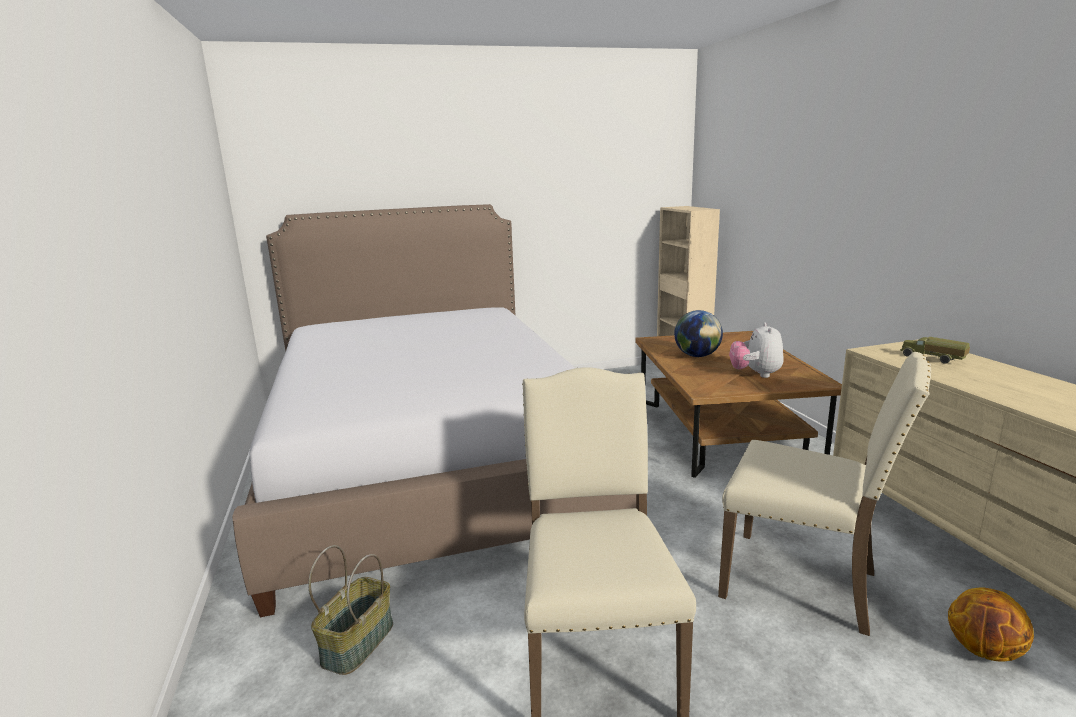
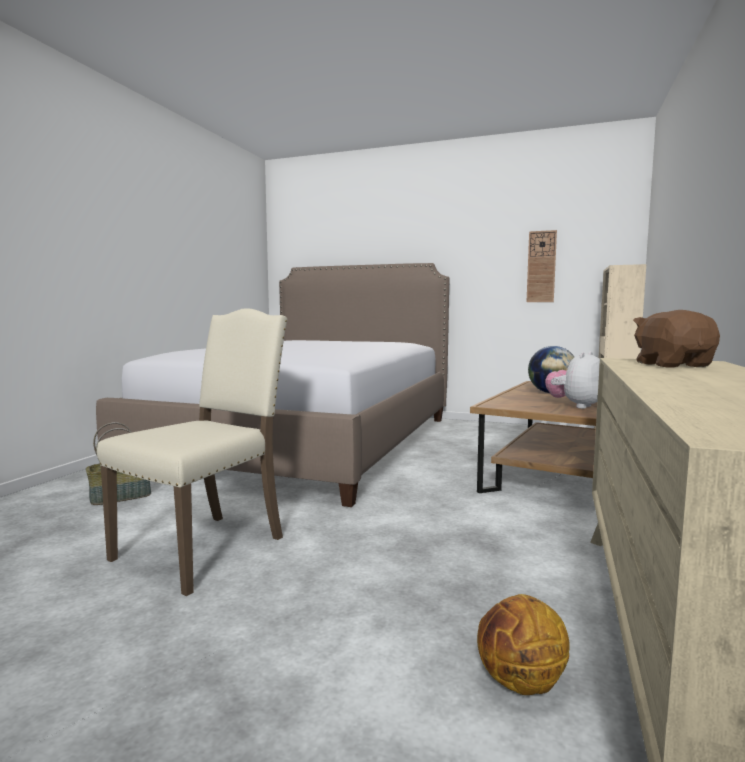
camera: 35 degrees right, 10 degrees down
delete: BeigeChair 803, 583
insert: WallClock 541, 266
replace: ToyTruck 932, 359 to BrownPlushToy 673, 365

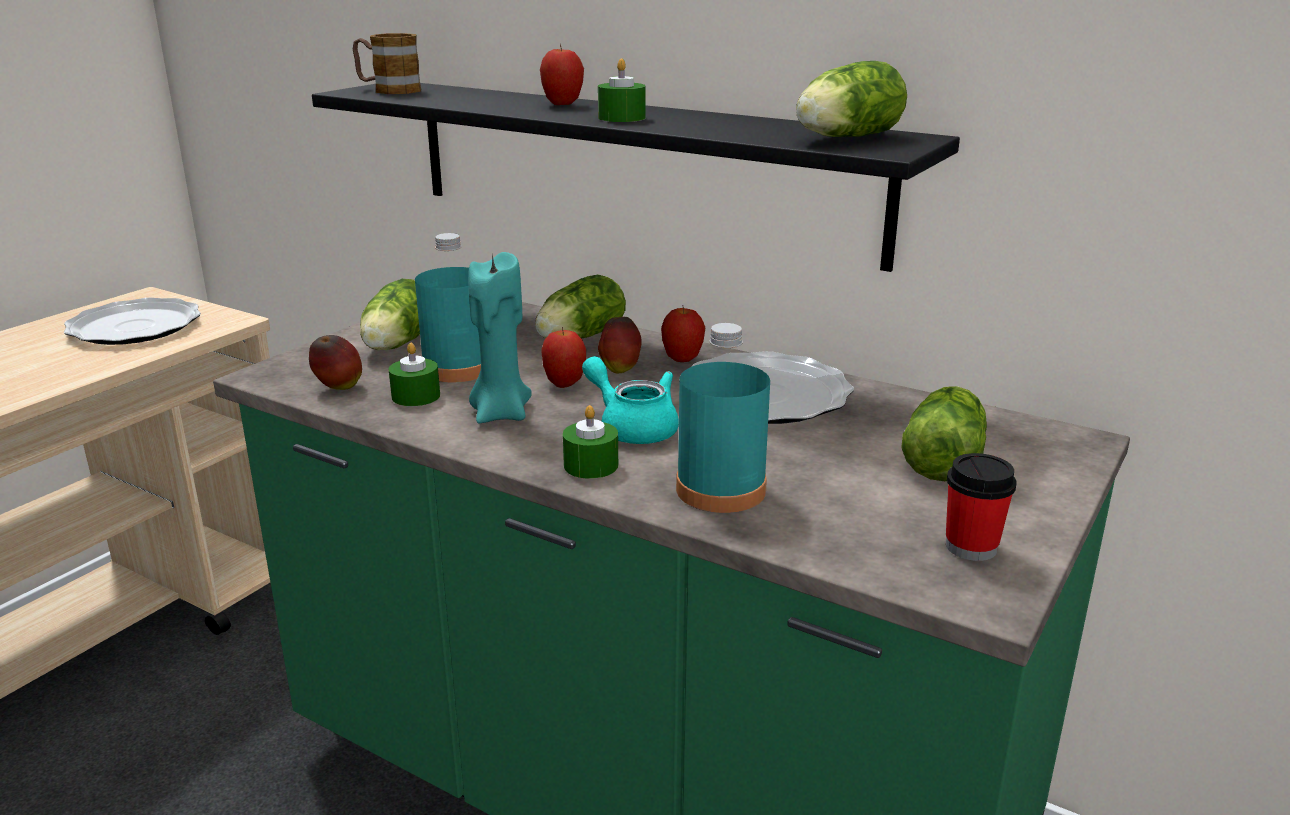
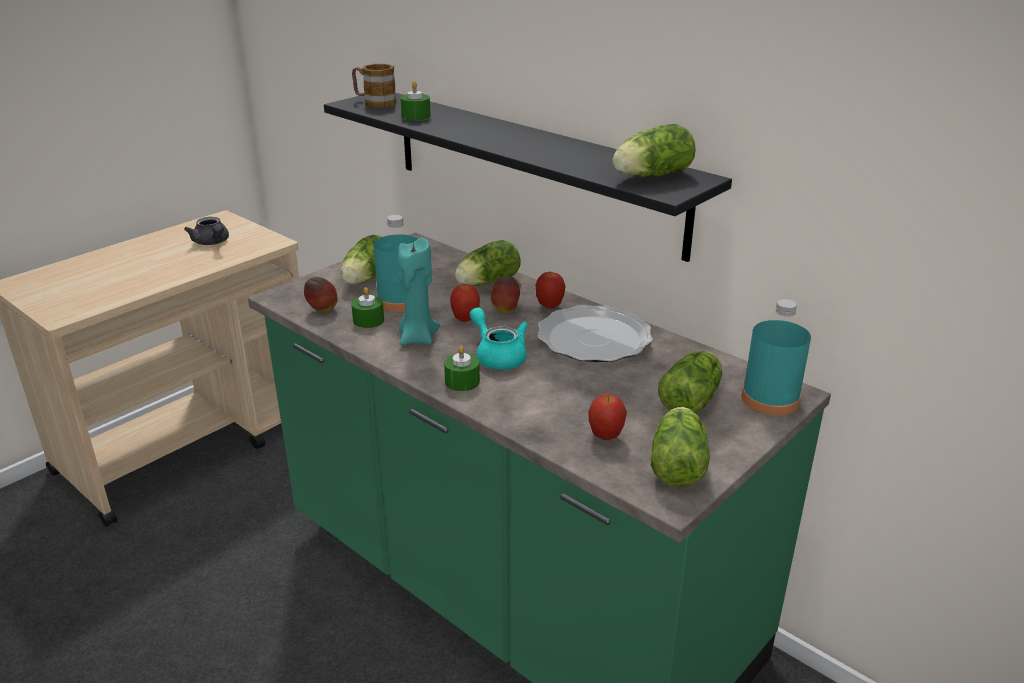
camera: 10 degrees right, 5 degrees up
move: Apple 562, 105 to 605, 436; GreenCandle 621, 118 to 416, 116; TurquoiseBottle 720, 490 to 770, 399
replace: Plate 136, 327 to GreyTeapot 212, 243; Cup 971, 547 to Lettuce 678, 463

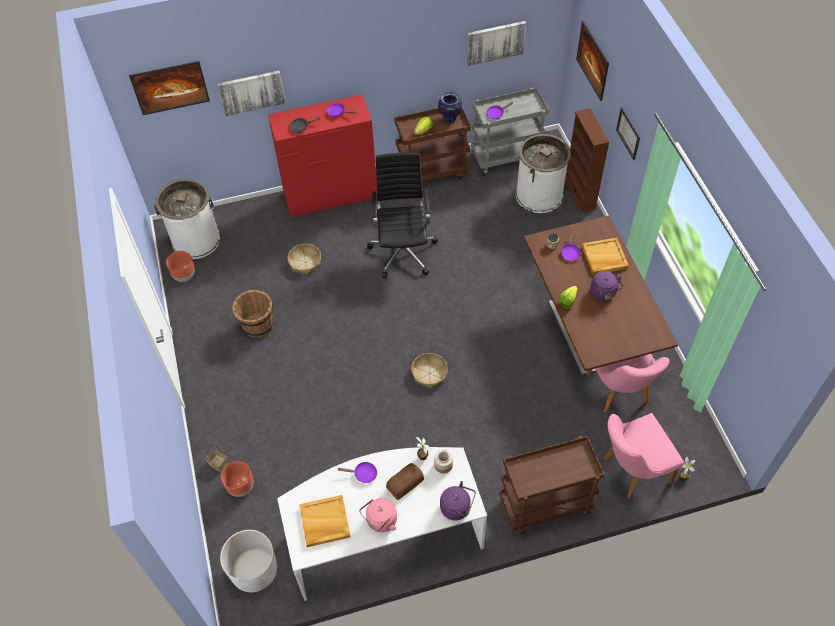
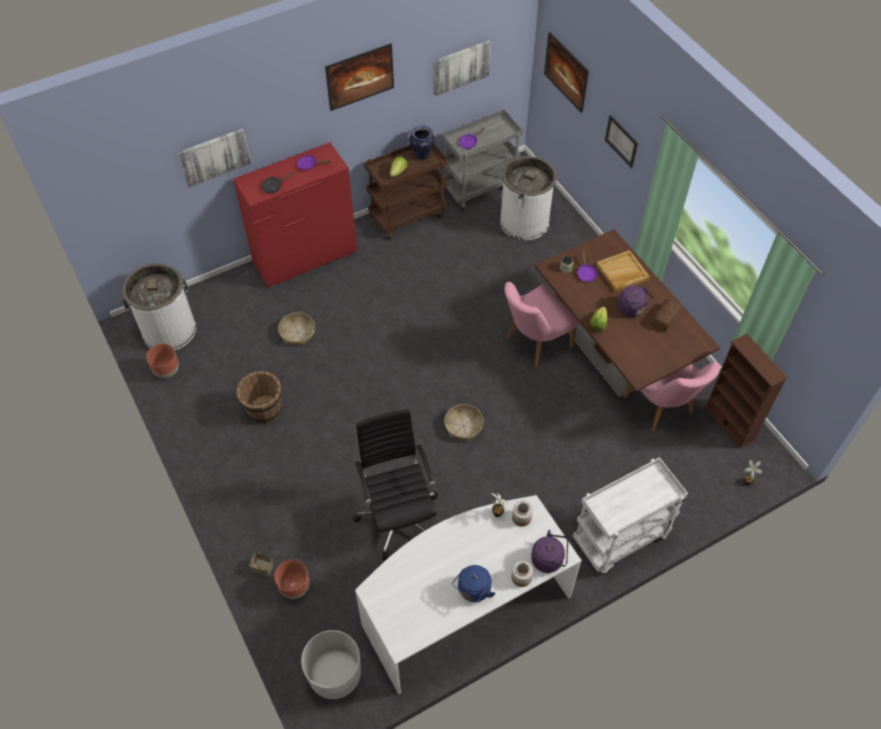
camera: 15 degrees left, 0 degrees up
delete: BeigeTray 324, 522; PurpleFryingPan 363, 474
insert: Jar 521, 577
move: Picture 173, 97 to 361, 87; BlackOfficeChair 403, 250 to 399, 516; Bread 404, 483 to 664, 318; BrownBookcase 580, 193 to 729, 423; PinkChair 630, 471 to 533, 344
recolor: PinkKettle 380, 521 to BlueKettle 473, 591; BrownCart 544, 506 to WhiteCart 620, 540

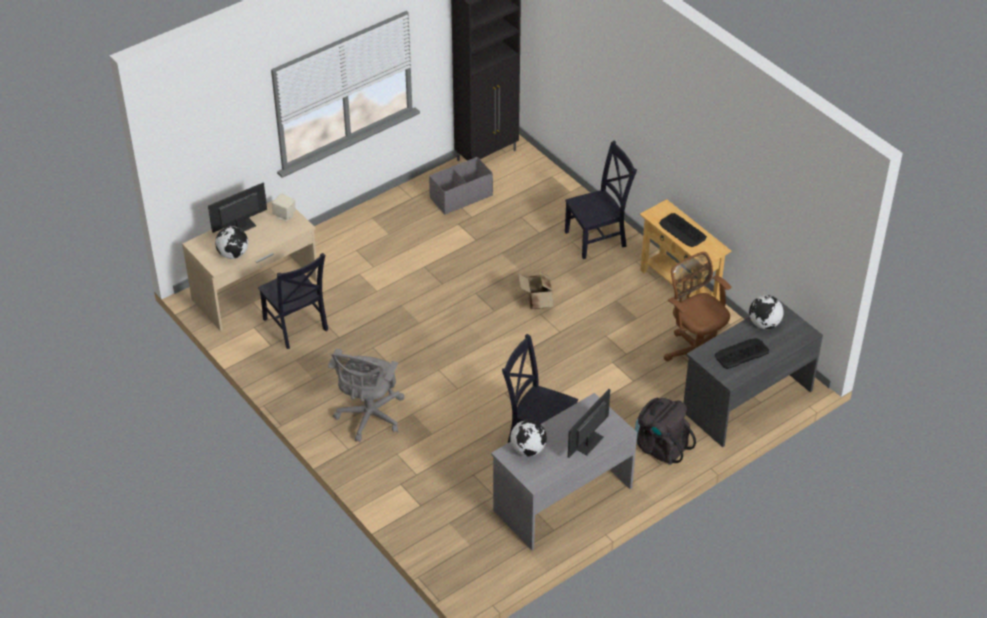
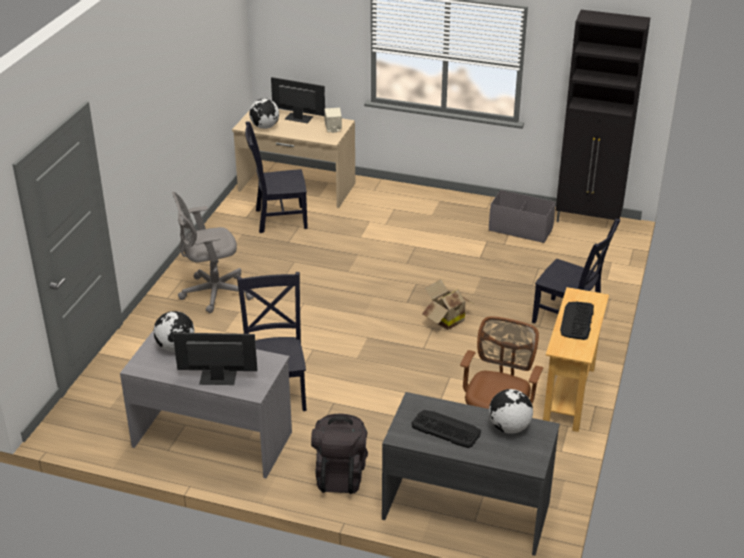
camera: 55 degrees right, 10 degrees down
rotate: BlackChair 296, 326 = 278, 219 60 degrees clockwise

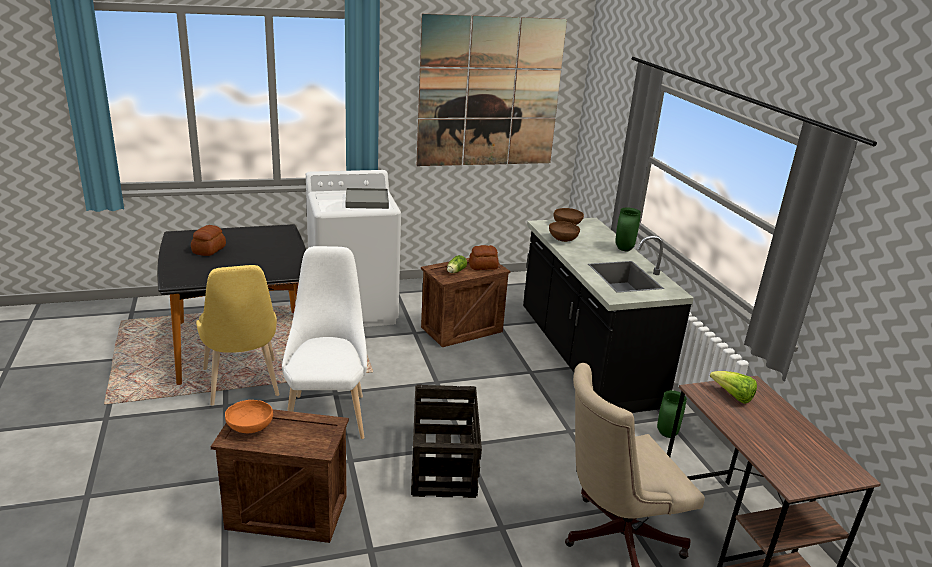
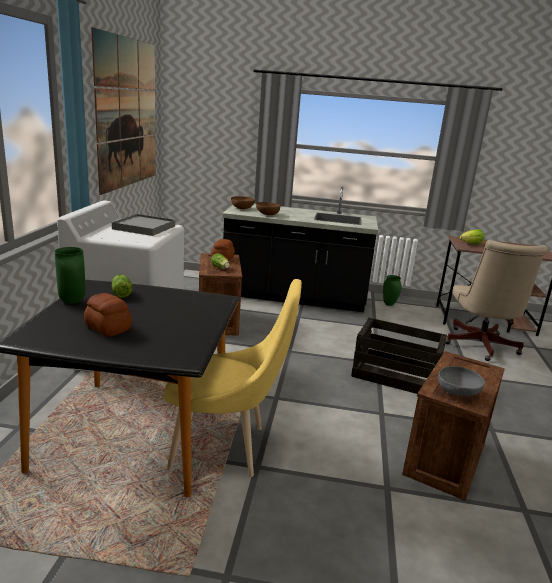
camera: 65 degrees left, 5 degrees down
delete: WhiteChair 328, 412
insert: Lettuce 121, 293
move: GreenVase 624, 249 to 73, 301
recolor: OrangeBowl 249, 428 to GreyBowl 458, 393

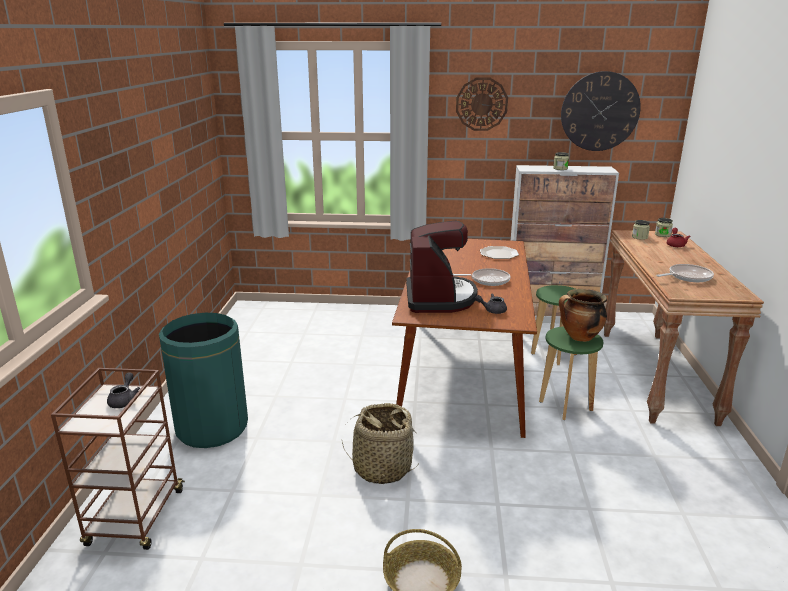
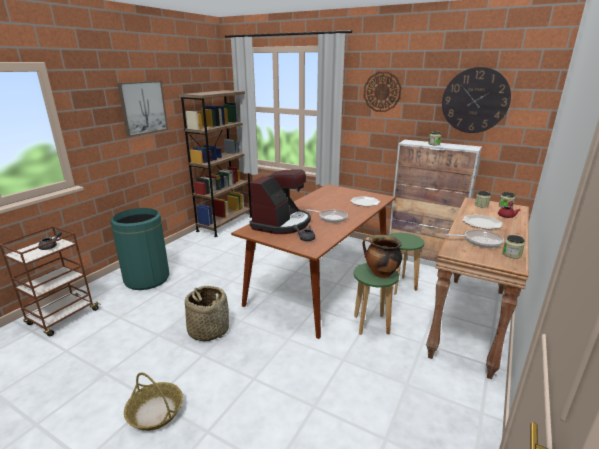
camera: 25 degrees right, 0 degrees up
insert: Picture 143, 107; BrownBookcase 225, 224; Plate 482, 223; Jar 511, 254

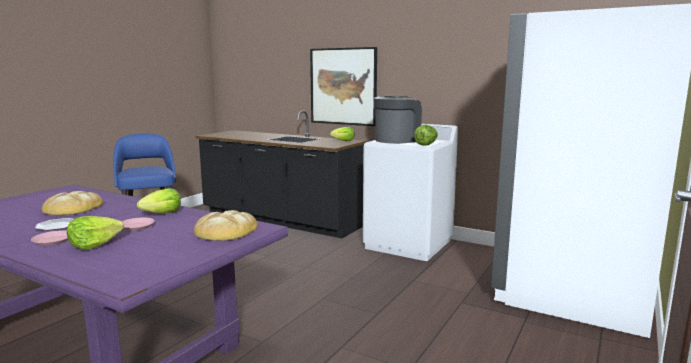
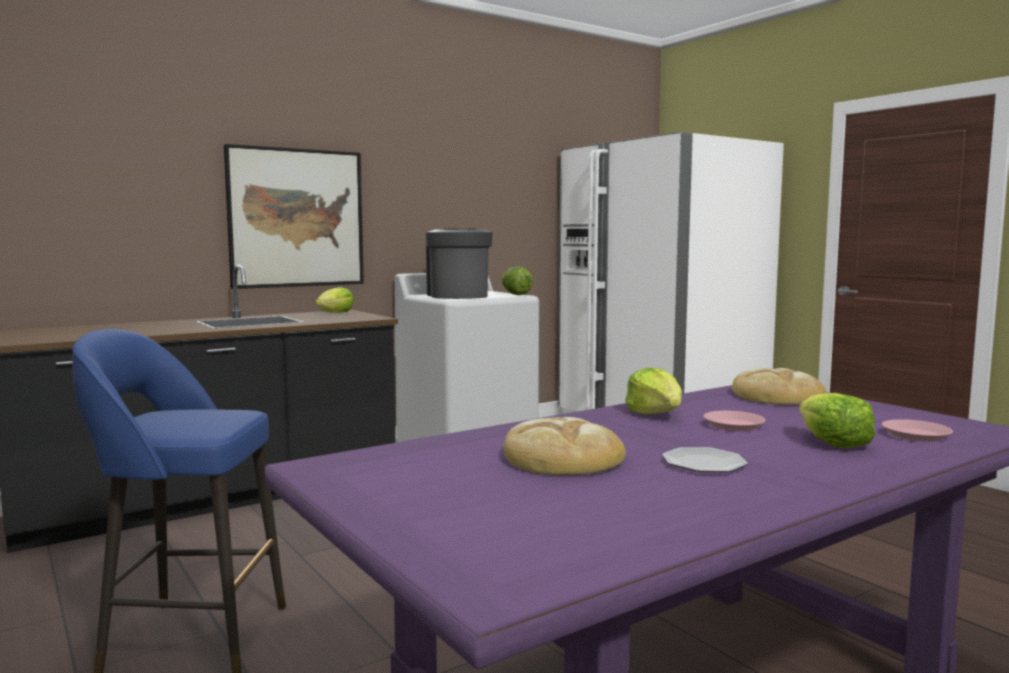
camera: 65 degrees left, 5 degrees down
move: PinkPlate 53, 241 to 915, 435

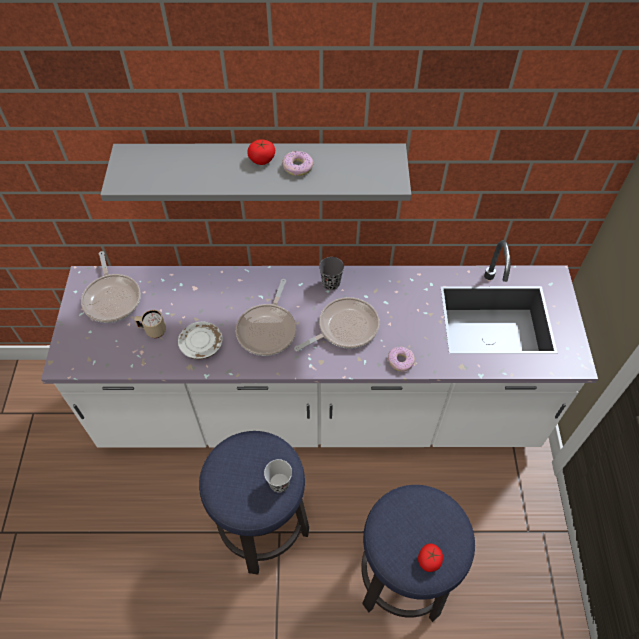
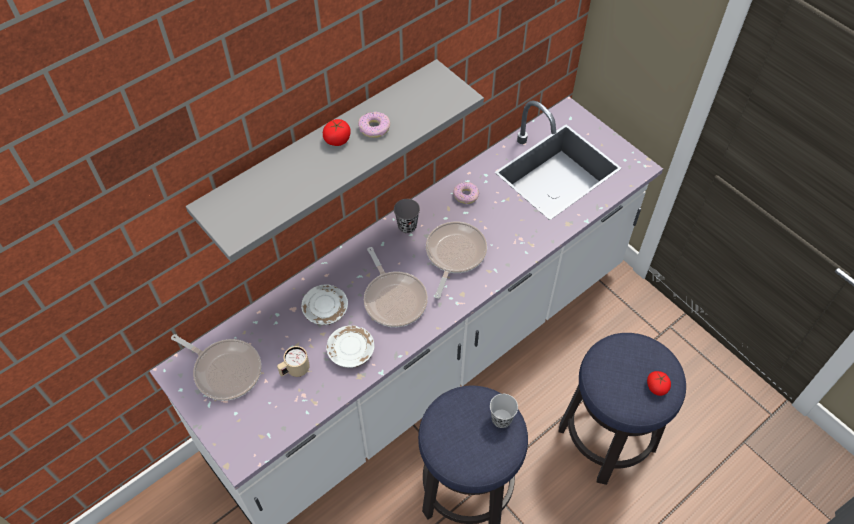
camera: 40 degrees left, 0 degrees up
insert: WhitePlate 325, 309
move: Donut 400, 361 to 466, 195

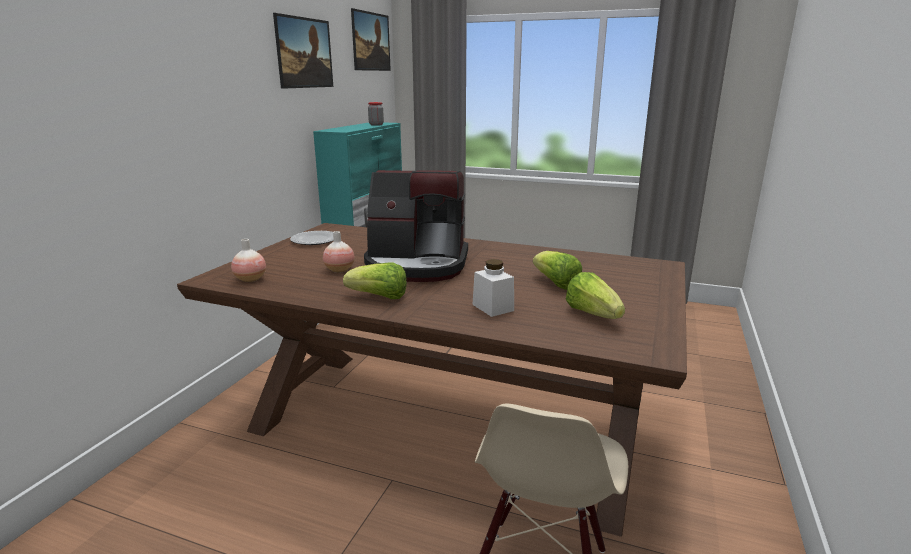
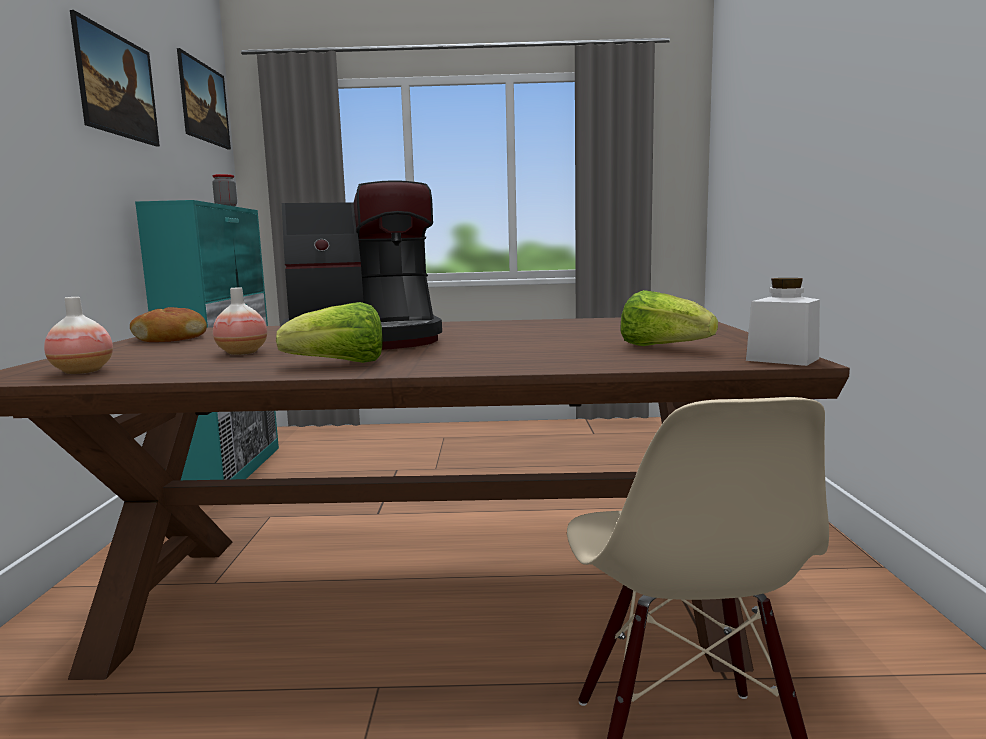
camera: 20 degrees left, 10 degrees down
delete: Lettuce 555, 283
move: WhiteJar 493, 307 to 782, 359
replace: Plate 315, 240 to Bread 171, 338

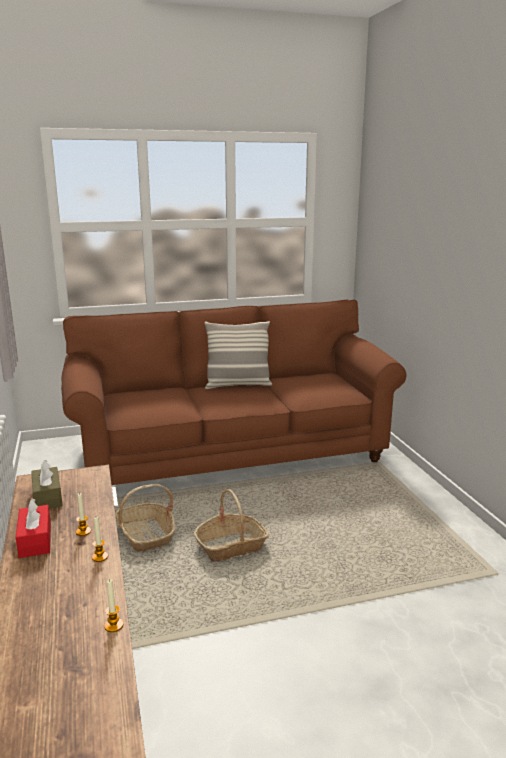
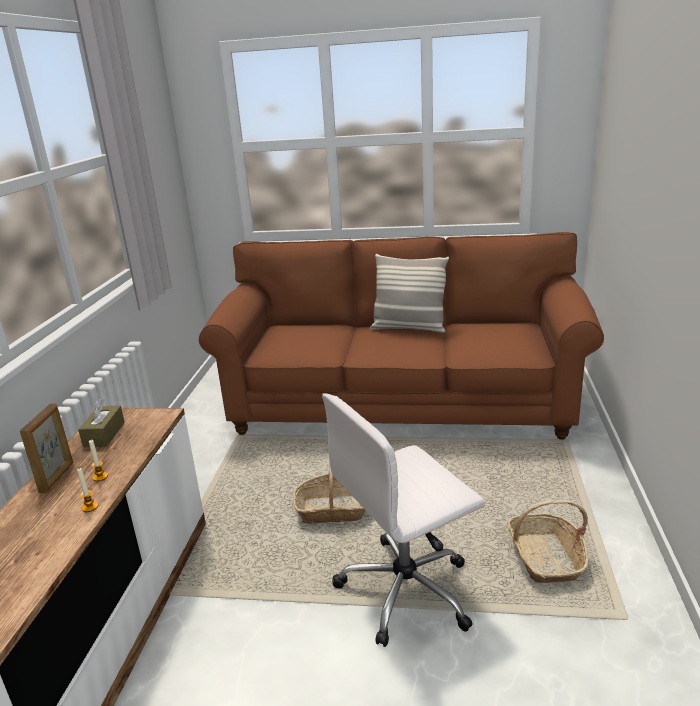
camera: 25 degrees right, 5 degrees up
delete: Candle 113, 625
insert: WhiteOfficeChair 408, 590
move: Basket 146, 535 to 545, 558
replace: RedTissueBox 35, 540 to PictureFrame 57, 477

